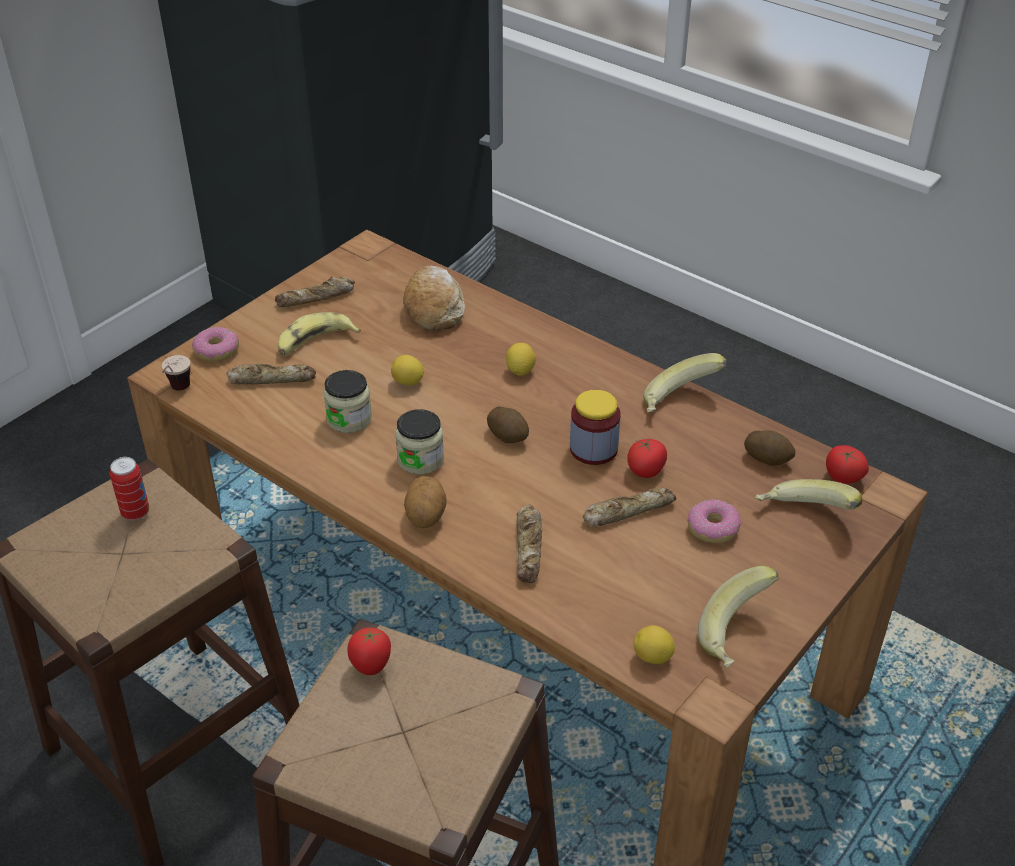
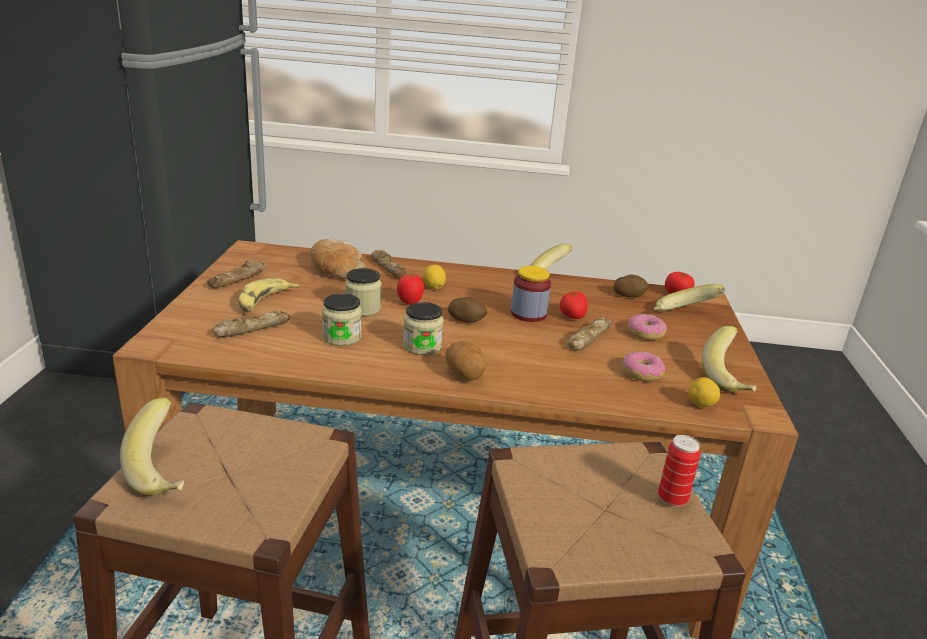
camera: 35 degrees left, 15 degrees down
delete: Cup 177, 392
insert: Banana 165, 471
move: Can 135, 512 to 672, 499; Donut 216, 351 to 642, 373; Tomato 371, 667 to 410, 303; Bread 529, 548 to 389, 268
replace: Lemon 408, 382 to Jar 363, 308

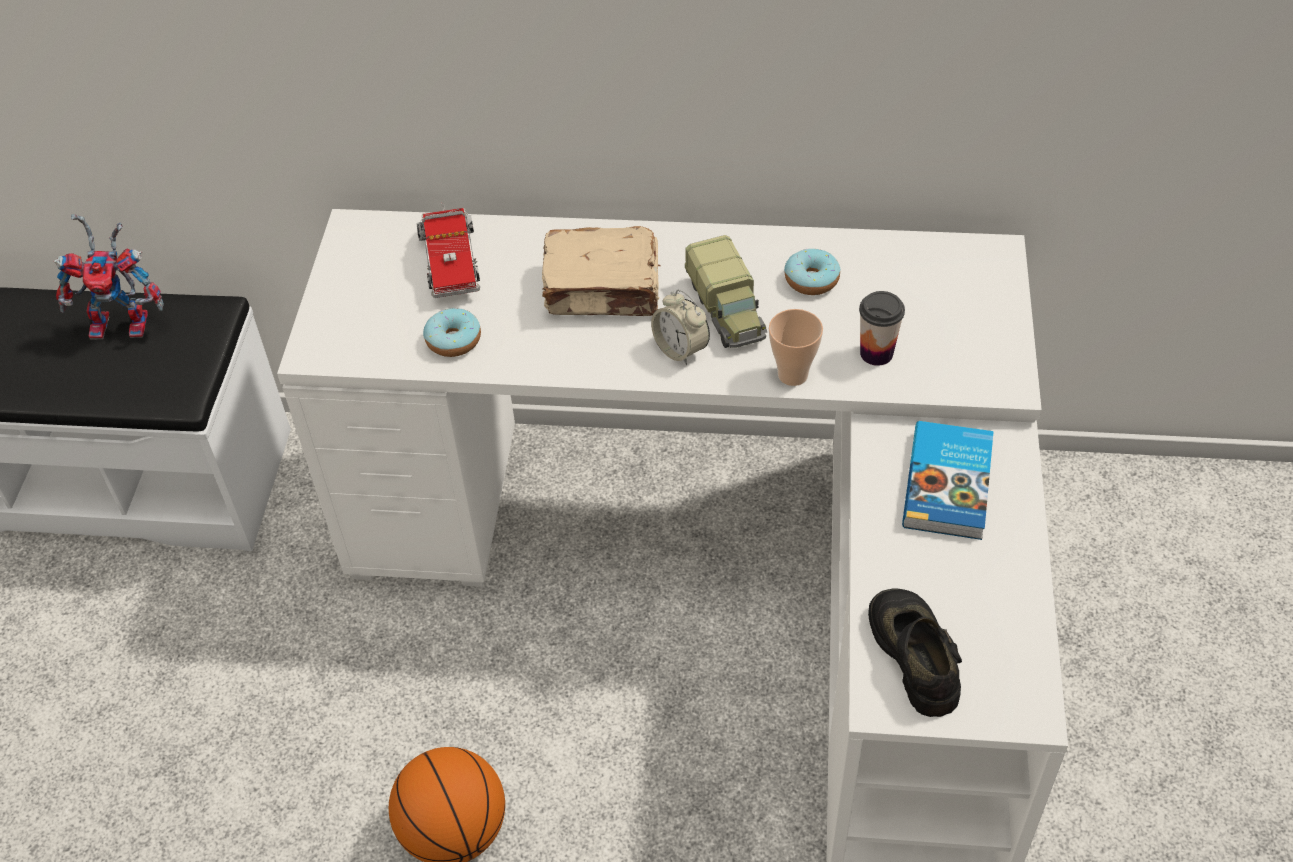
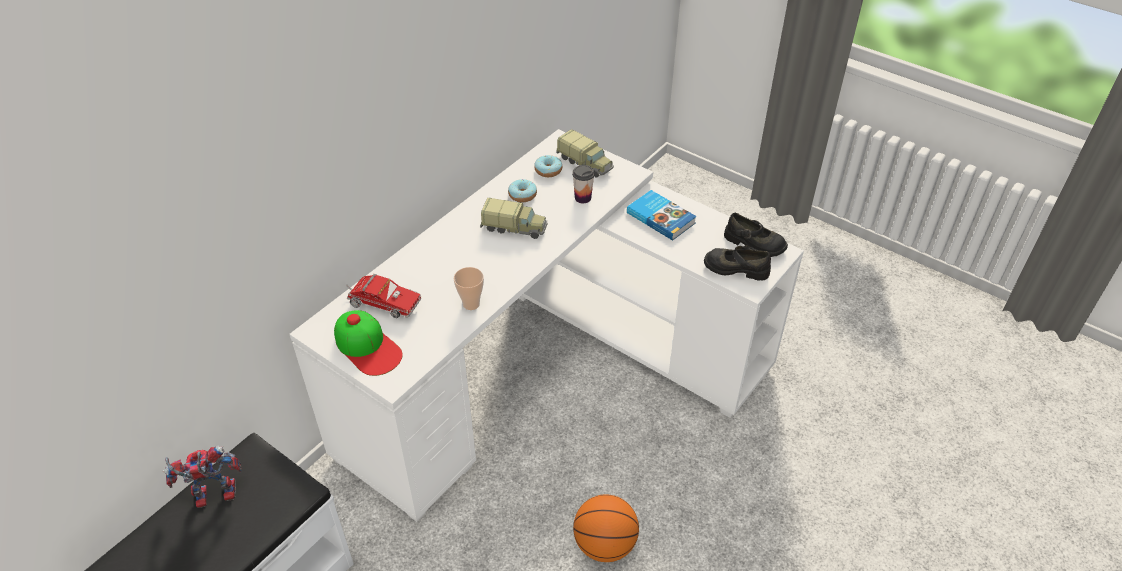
camera: 60 degrees left, 5 degrees down
delete: BeigeBook 604, 290; AlarmClock 680, 349
insert: Cap 368, 347; ToyTruck 585, 163; BlackShoe 754, 244
move: Donut 453, 340 to 548, 170; Cup 792, 375 to 471, 304
rotate: ToyRobot 126, 322 = 212, 497 135 degrees counterclockwise

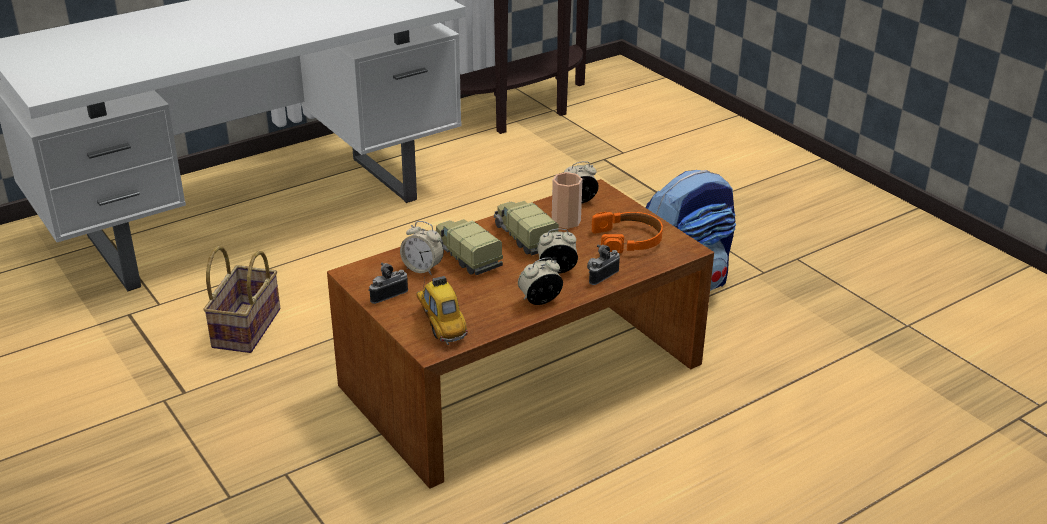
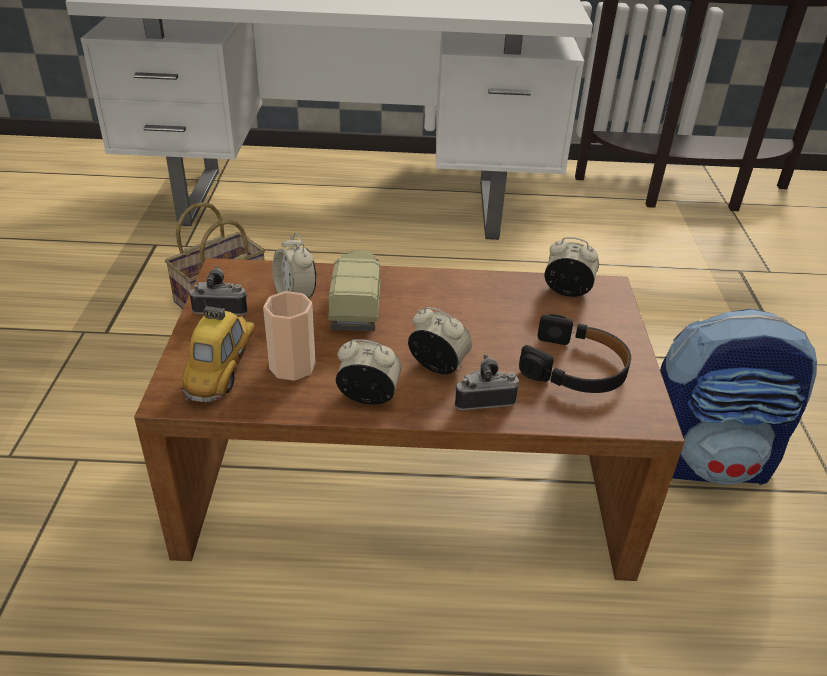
camera: 35 degrees right, 5 degrees up
delete: ToyTruck 524, 237
move: Cup 566, 221 to 292, 366
recolor: OrangeHeadphones 628, 240 to BlackHeadphones 575, 368

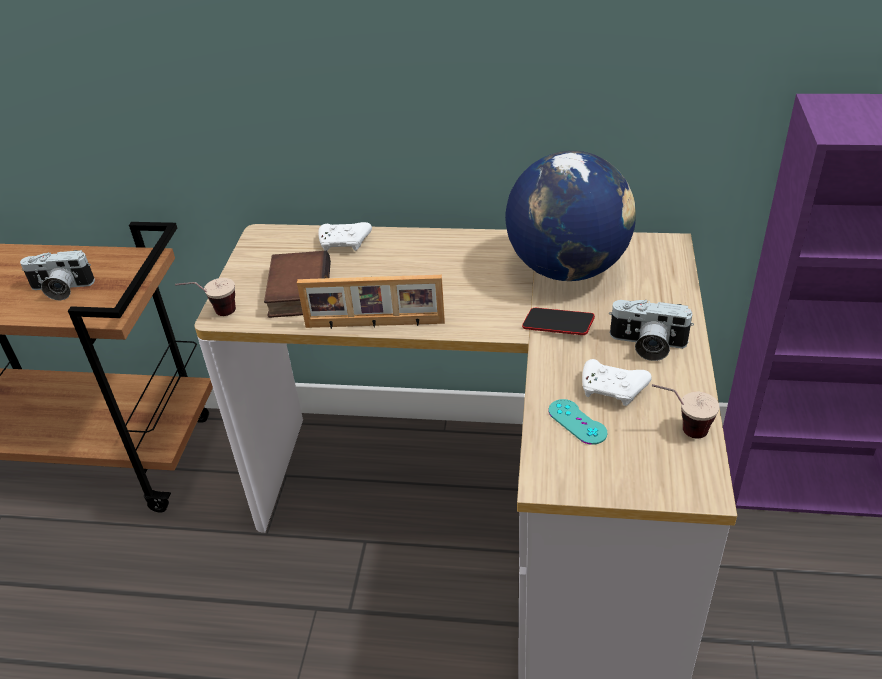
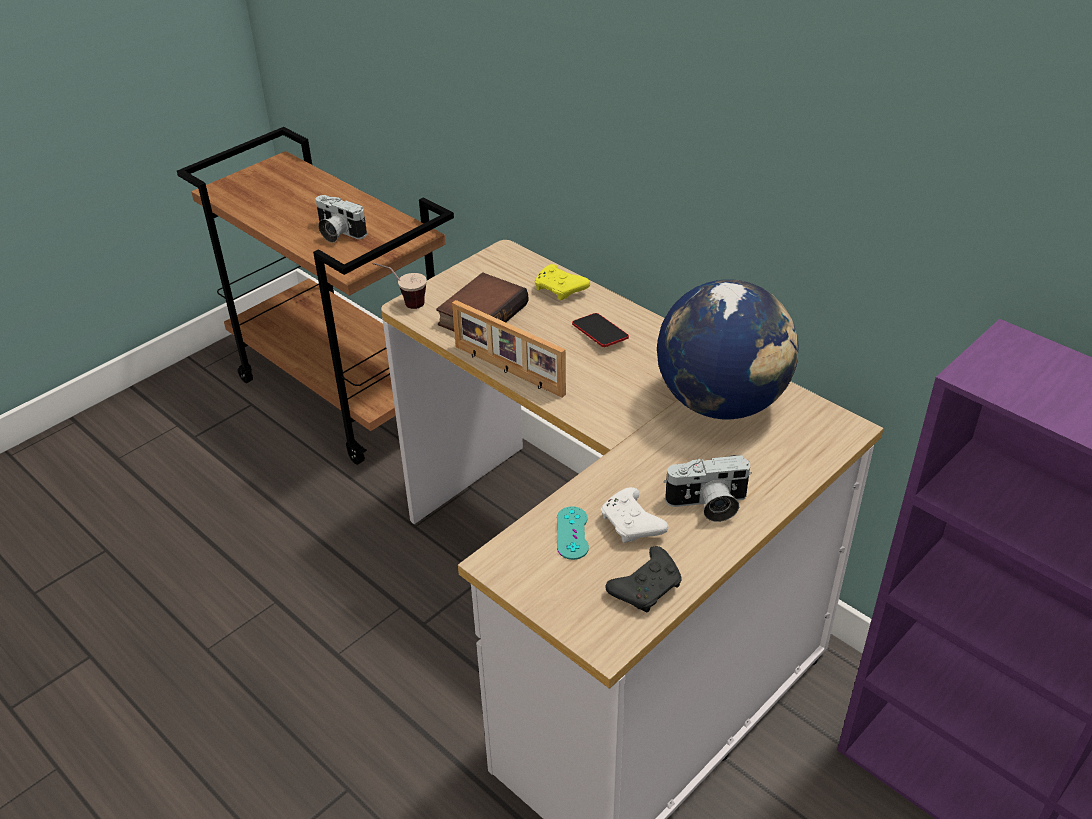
camera: 35 degrees right, 0 degrees up
move: Phone 558, 325 to 599, 334
replace: Cup 679, 430 to BlackGameController 647, 587
recolor: WhiteGameController 345, 243 to YellowGameController 560, 290
rotate: PhotoCamera 647, 345 = 708, 505 60 degrees counterclockwise

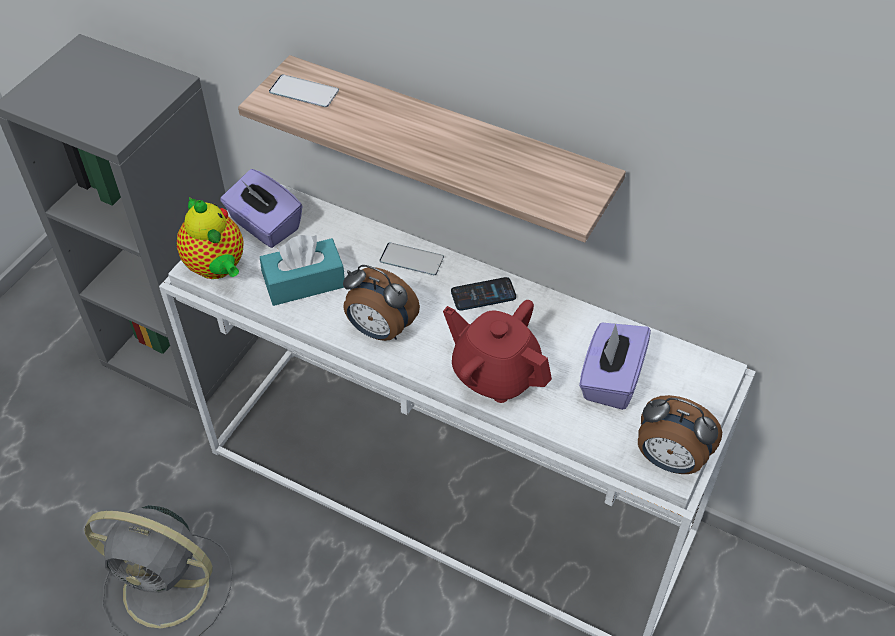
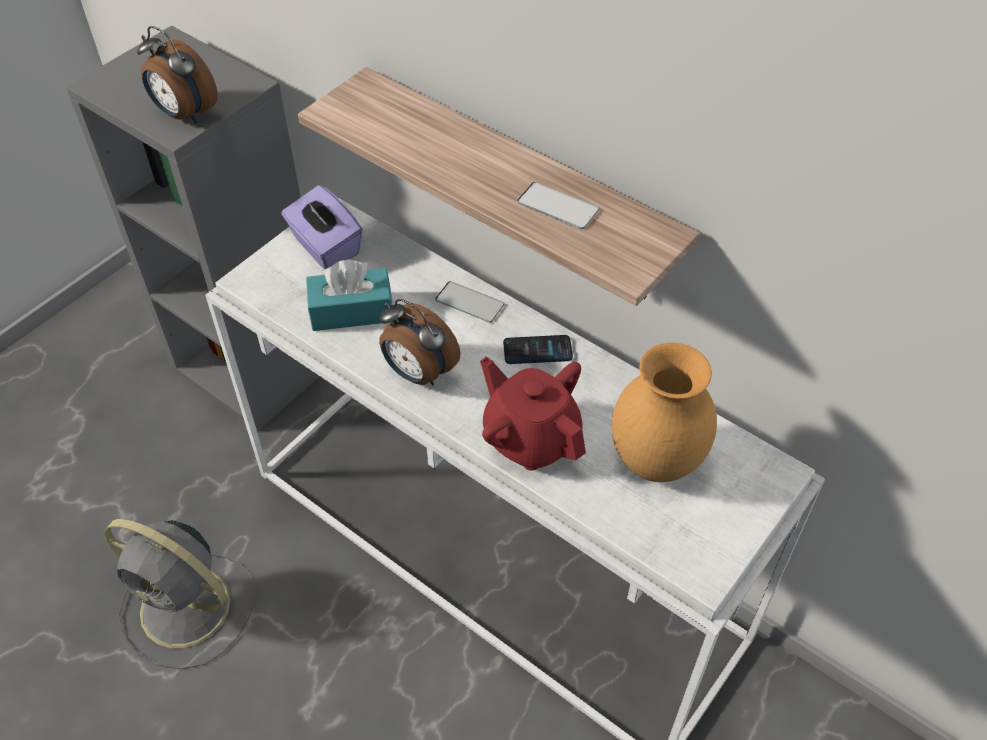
camera: 10 degrees right, 0 degrees up
delete: Teapot 217, 268
move: Phone 304, 91 to 558, 206; AlarmClock 669, 460 to 184, 114
replace: PurpleTissueBox 610, 379 to BrownVase 656, 463

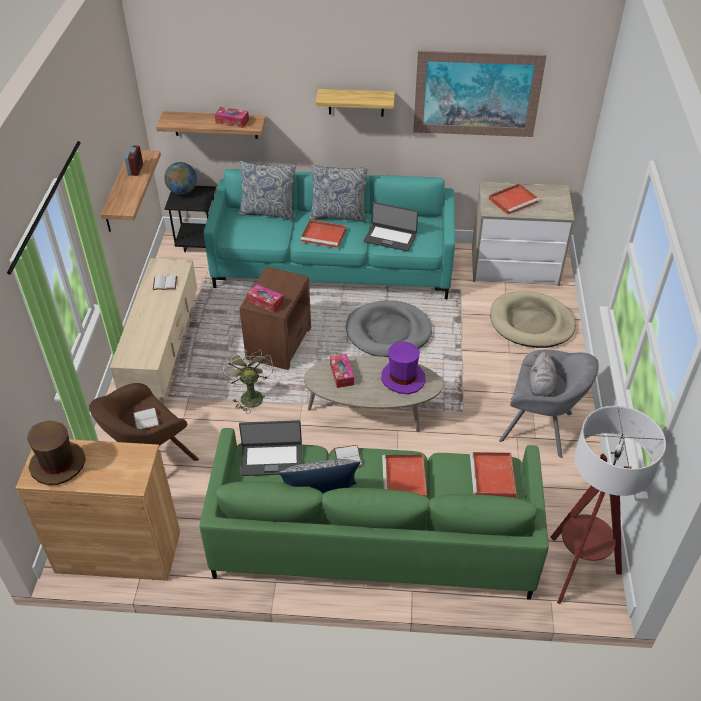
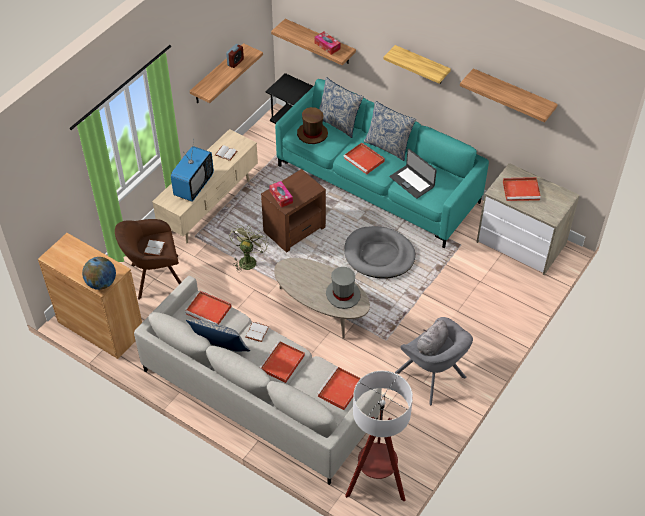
camera: 30 degrees right, 5 degrees up
delete: TissueBox 341, 374; BeigeDogBed 531, 323
insert: Television 193, 186
move: BrownHat 57, 464 to 312, 134; Globe 182, 191 to 101, 283
replace: Laptop 271, 459 to RedTray 209, 310; Picture 477, 94 to Shelf 513, 94
recolor: GreenSofa 373, 537 to GreySofa 259, 395; PurpleHat 403, 378 to GreyHat 343, 294

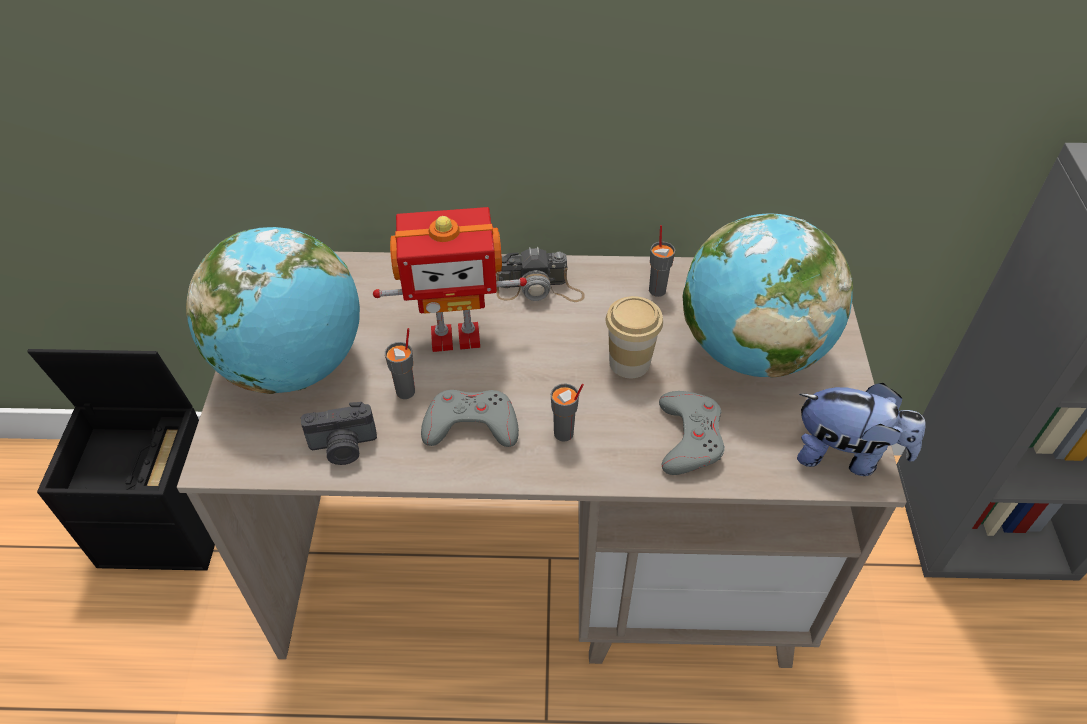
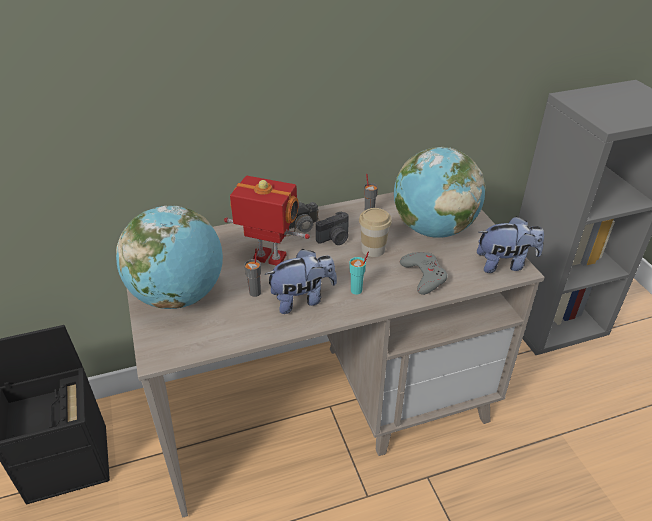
camera: 20 degrees left, 10 degrees down
move: PhotoCamera 343, 447 to 334, 239
replace: GreyGameController 471, 425 to PlushToy 302, 299
recolor: GreyCup 564, 434 to TurquoiseCup 356, 290
rotate: ToyRobot 455, 335 = 269, 259 135 degrees counterclockwise

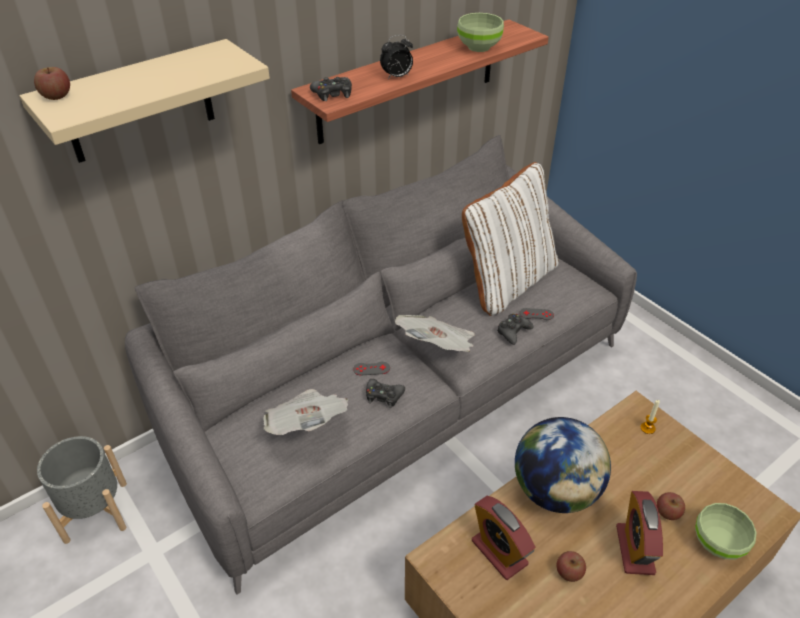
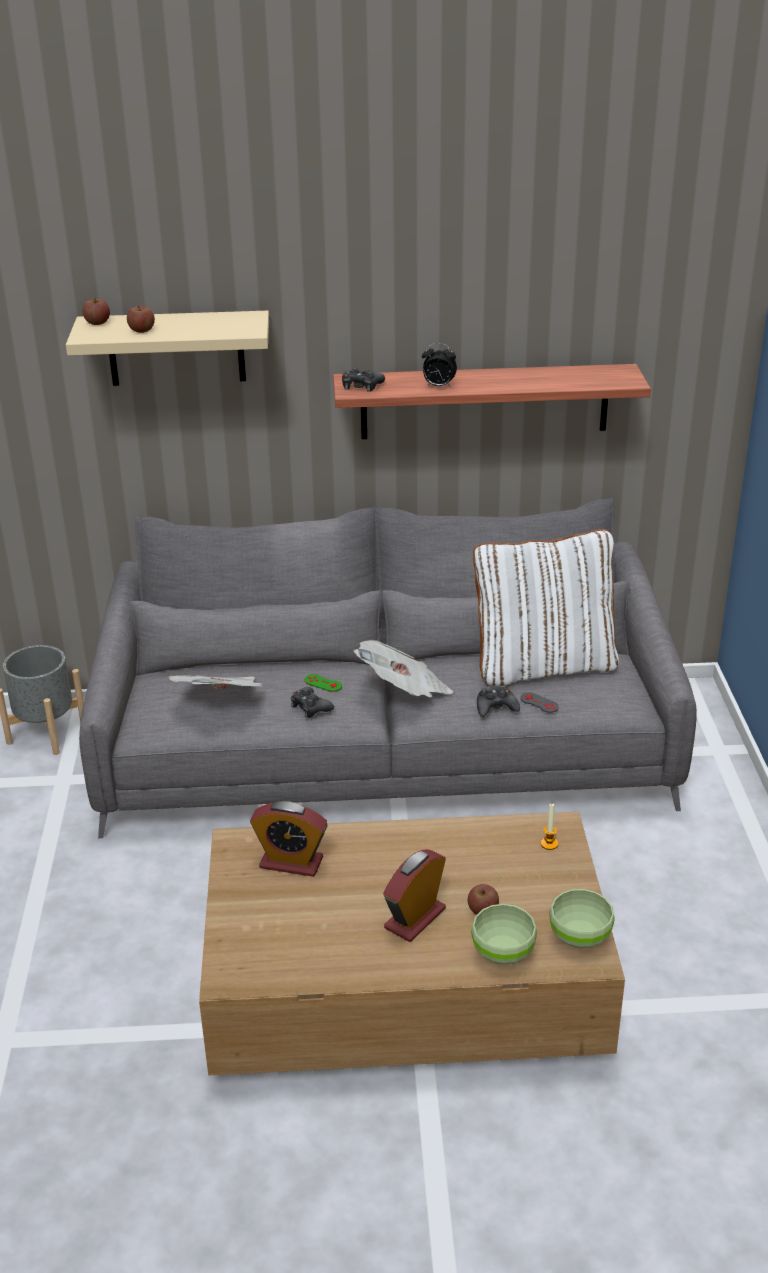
camera: 35 degrees right, 10 degrees down
delete: Globe 555, 491
move: GreenBowl 478, 47 to 580, 936; Apple 569, 572 to 142, 330
recolor: GreyGameController 371, 368 to GreenGameController 323, 683
rotate: AlarmClock 499, 552 = 291, 862 75 degrees counterclockwise

